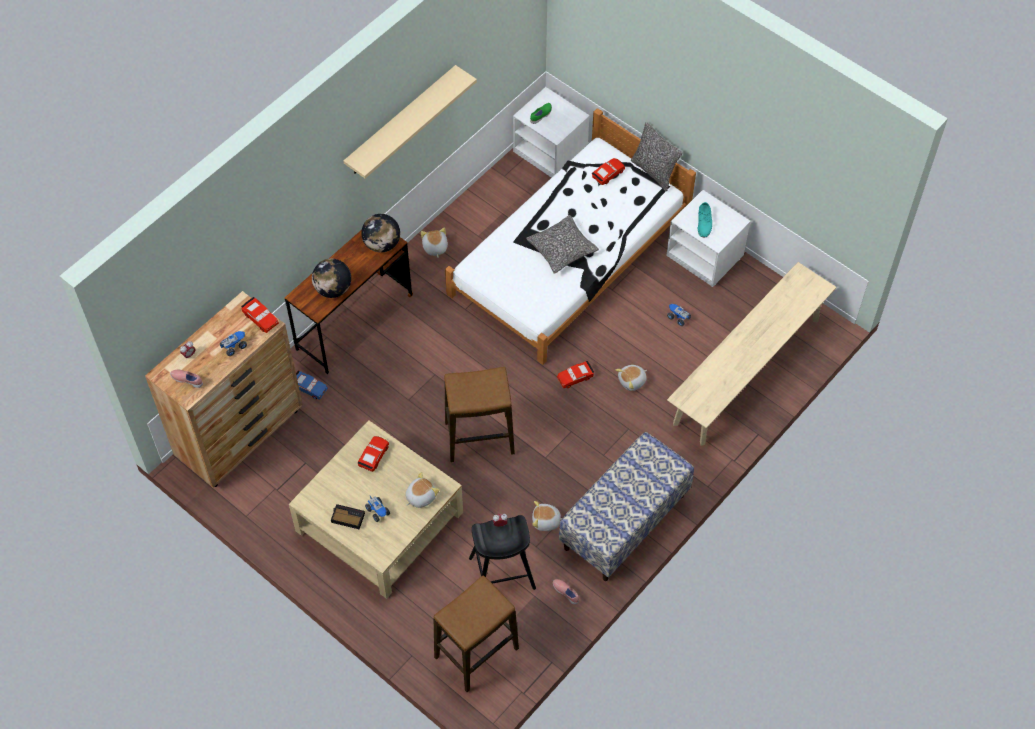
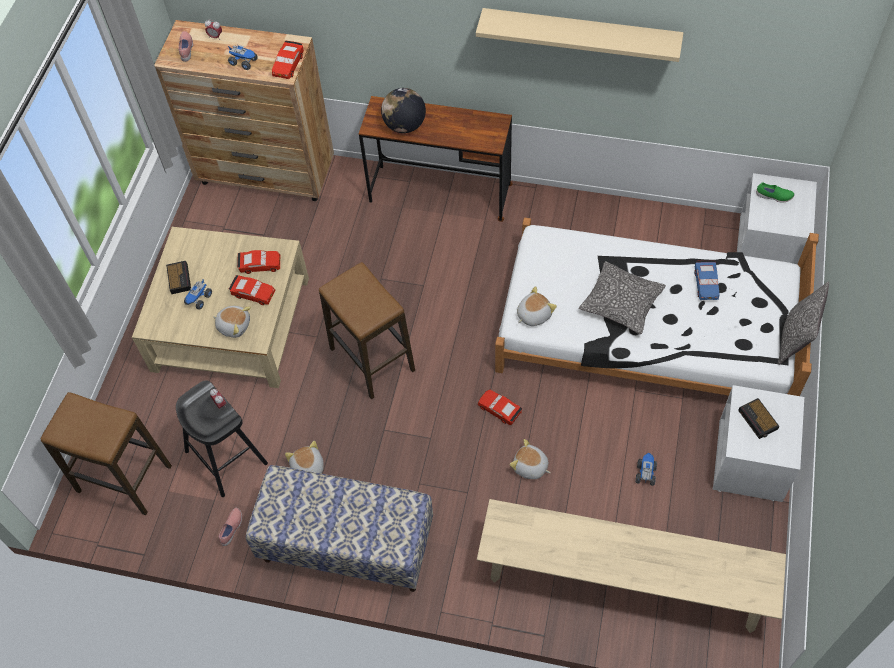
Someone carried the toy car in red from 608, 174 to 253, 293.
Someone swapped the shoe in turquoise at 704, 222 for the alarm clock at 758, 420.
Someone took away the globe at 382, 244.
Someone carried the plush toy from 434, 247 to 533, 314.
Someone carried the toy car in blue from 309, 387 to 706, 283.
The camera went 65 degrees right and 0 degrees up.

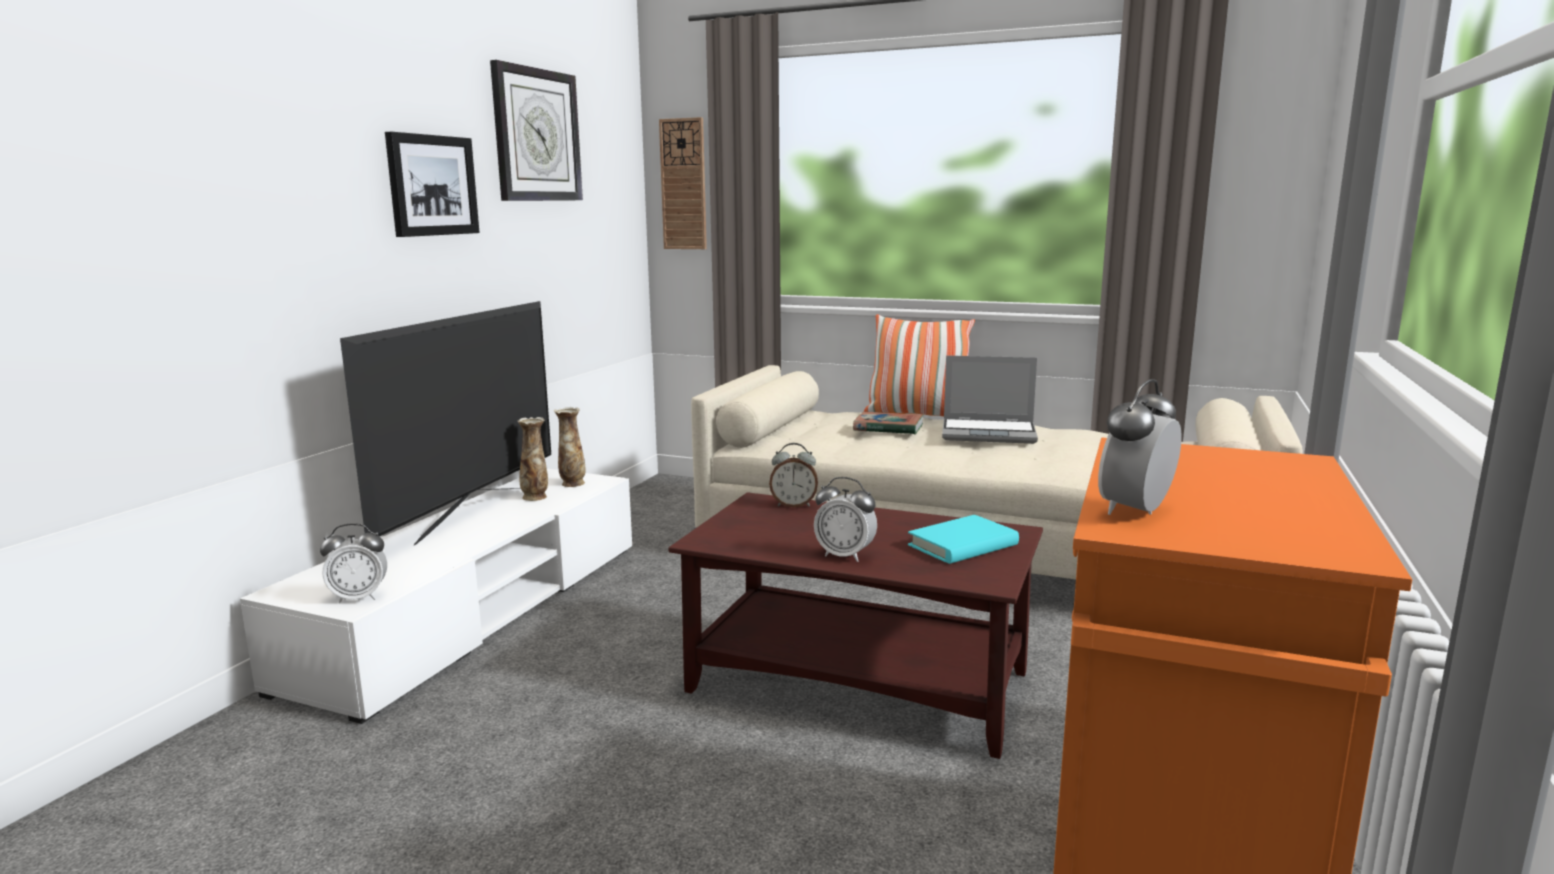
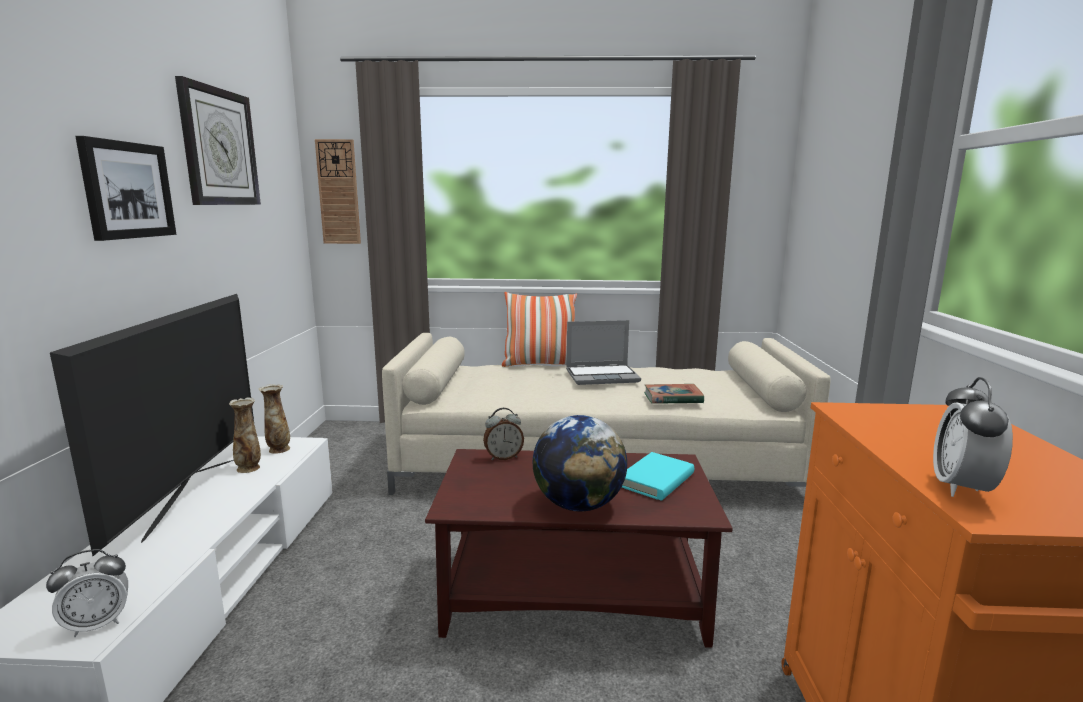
Someone carried the book from 888, 428 to 673, 398.
Someone swapped the alarm clock at 845, 555 for the globe at 578, 505.
The camera went 20 degrees left and 0 degrees up.

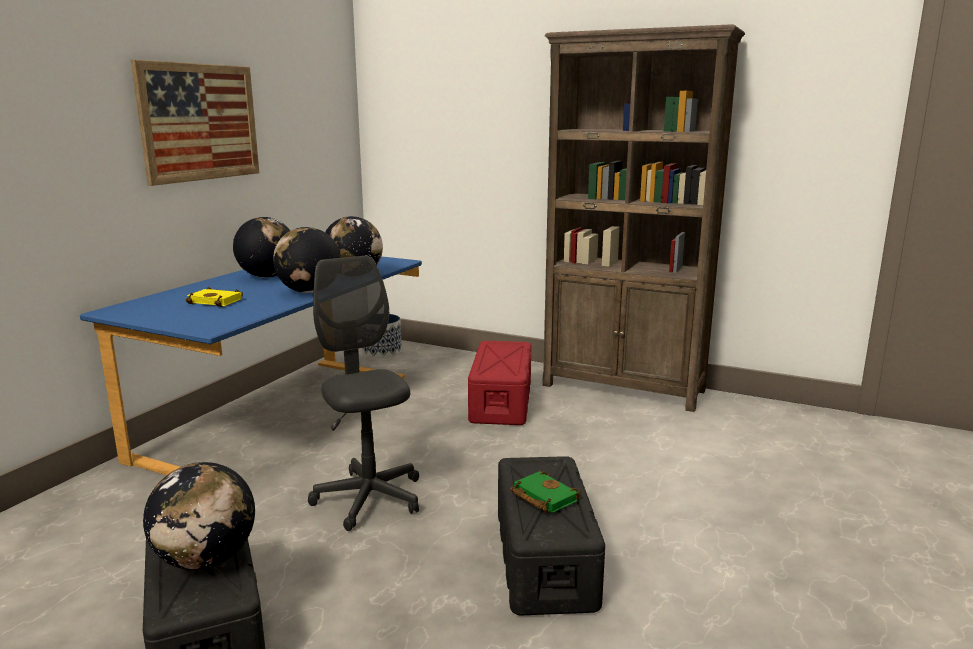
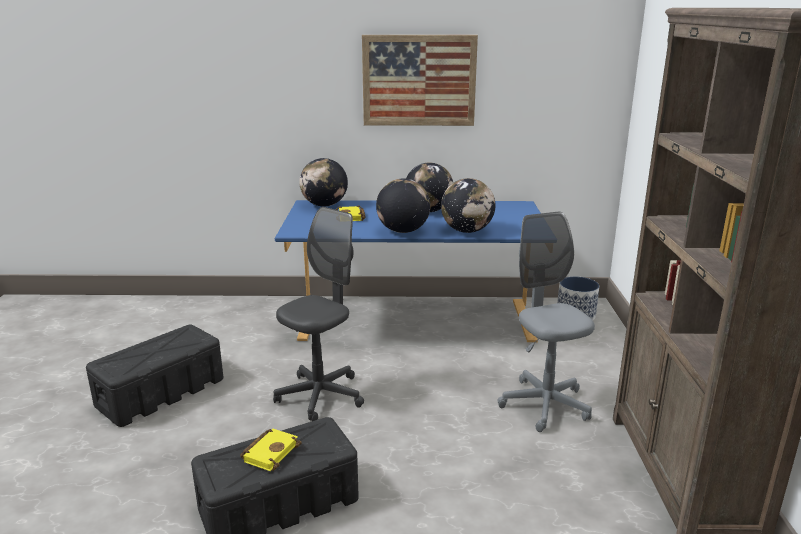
Someone swapped the storage box in red at 501, 401 for the office chair in grey at 544, 405.
Someone carried the globe from 206, 559 to 324, 205.
Someone repainted the book in green at 542, 497, which became the book in yellow at 270, 452.
The camera went 65 degrees right and 5 degrees up.

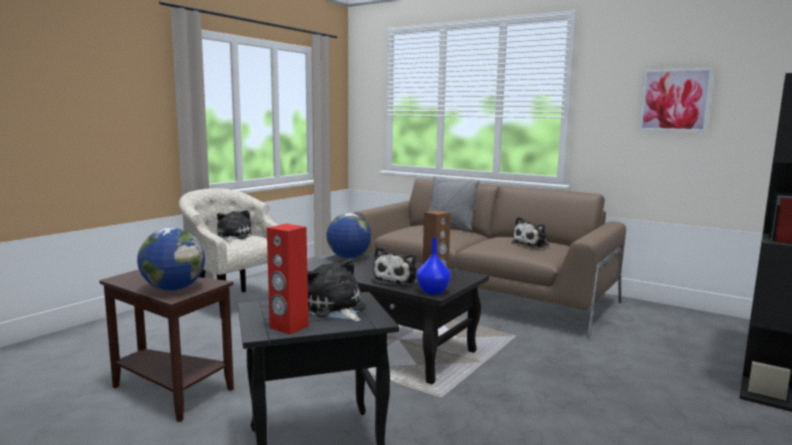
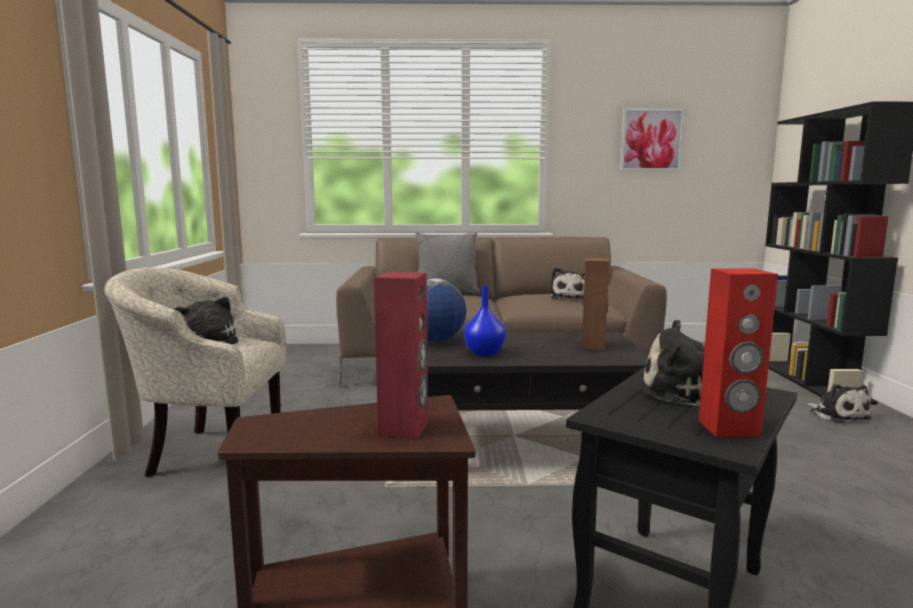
Someone swapped the globe at 173, 289 for the speaker in red at 404, 428.
Someone carried the vase in blue from 433, 291 to 484, 353.
Someone carried the plush toy from 397, 280 to 837, 415.
The camera went 35 degrees left and 0 degrees up.

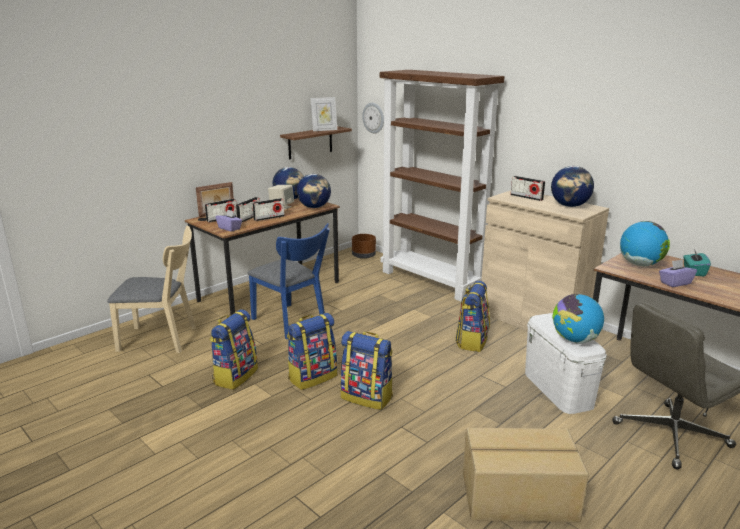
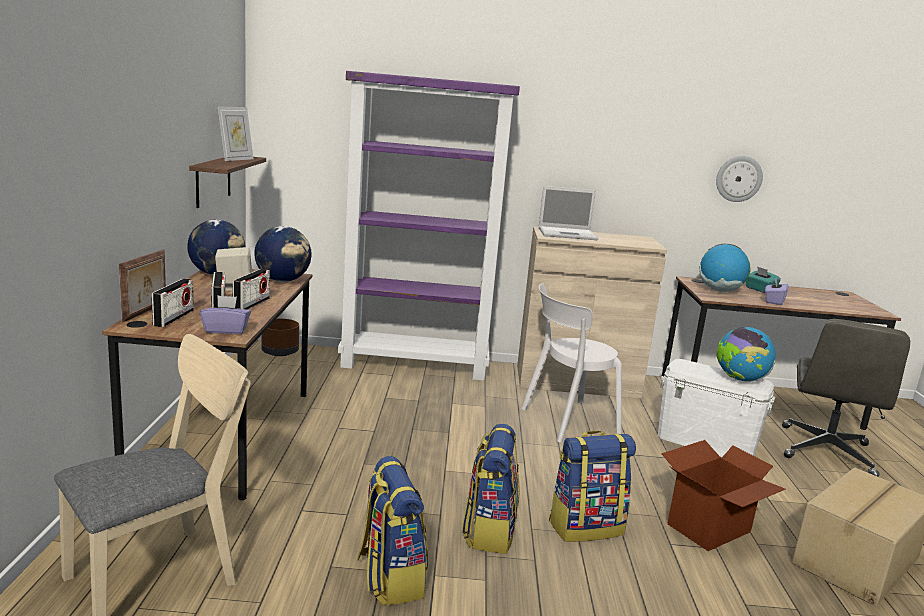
Someone repainted the bookcase in brown at 432, 281, which became the bookcase in purple at 415, 365.
Someone carried the wall clock from 373, 118 to 738, 179.
Someone took away the globe at 570, 206.
Someone swapped the radio at 526, 197 for the laptop at 568, 234.
Someone took away the chair in blue at 292, 322.
Someone swapped the backpack at 472, 341 for the chair in white at 566, 421.
Someone put down the cardboard box at 710, 528.
The camera went 45 degrees left and 5 degrees down.

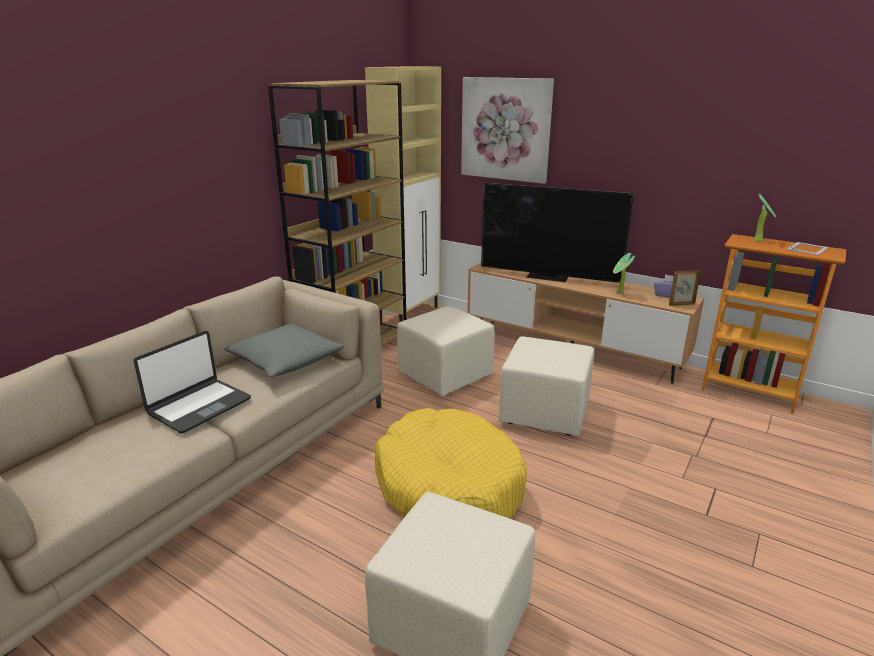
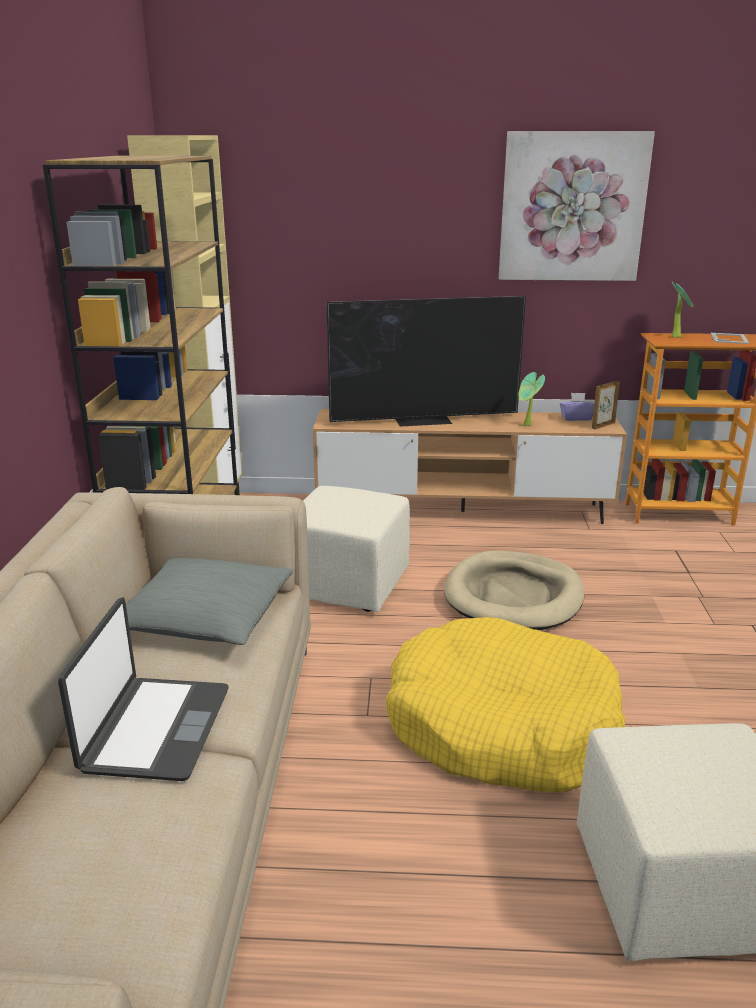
Someone carried the picture from 505, 129 to 572, 207.
Someone swapped the ottoman in beige at 546, 413 for the dog bed in beige at 514, 596.
The camera went 30 degrees left and 0 degrees up.

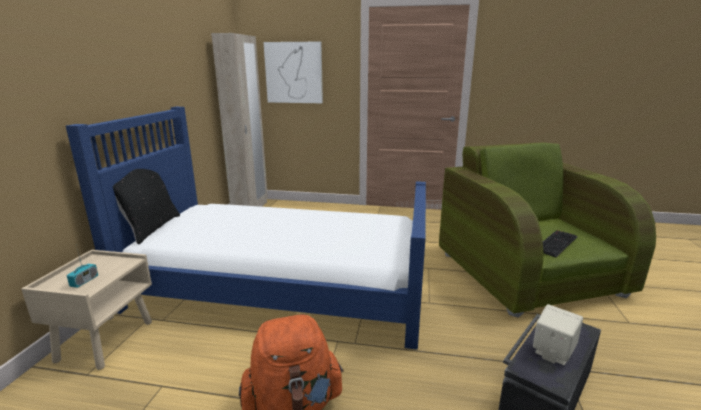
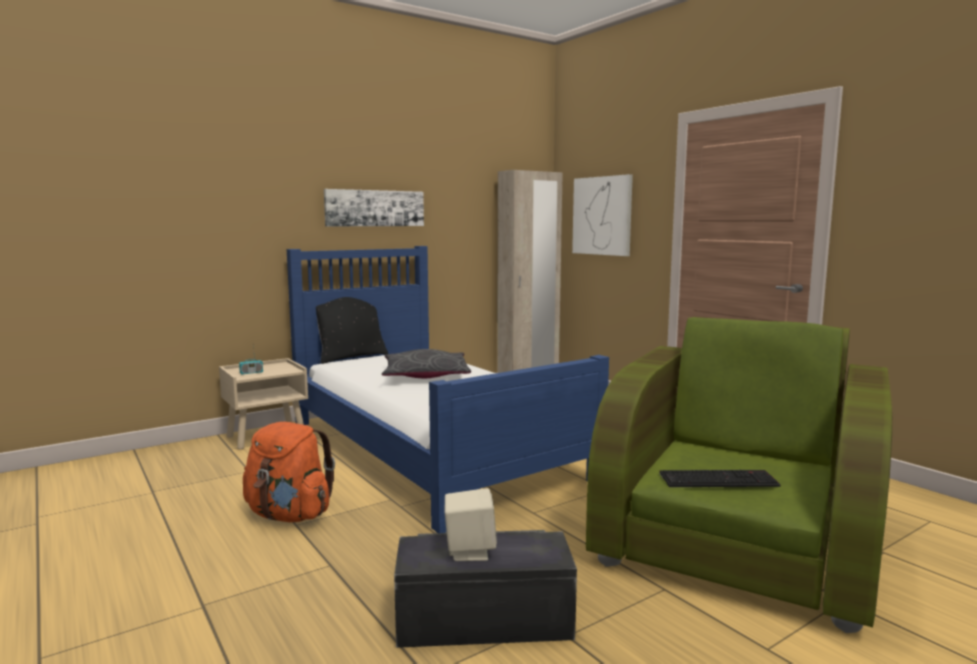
Someone put up the picture at 375, 208.
Someone put down the pillow in grey at 425, 376.
The camera went 45 degrees right and 10 degrees down.

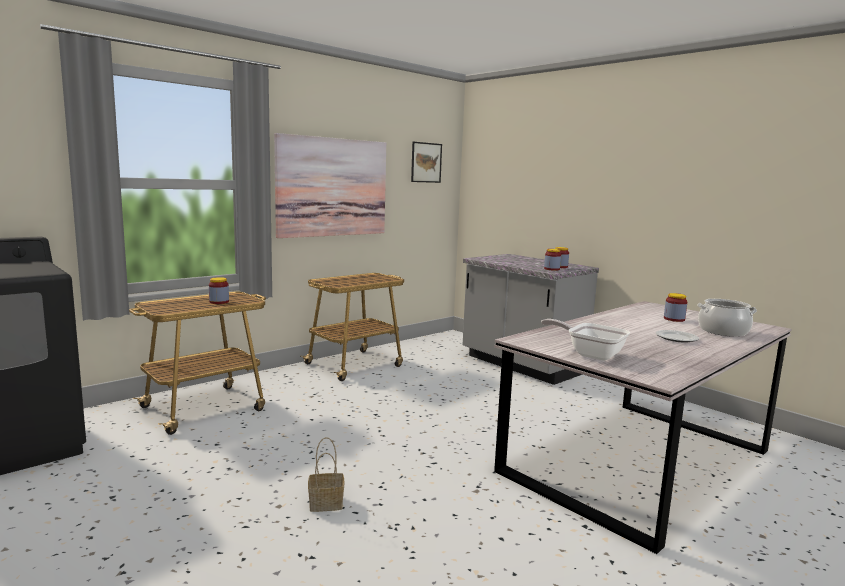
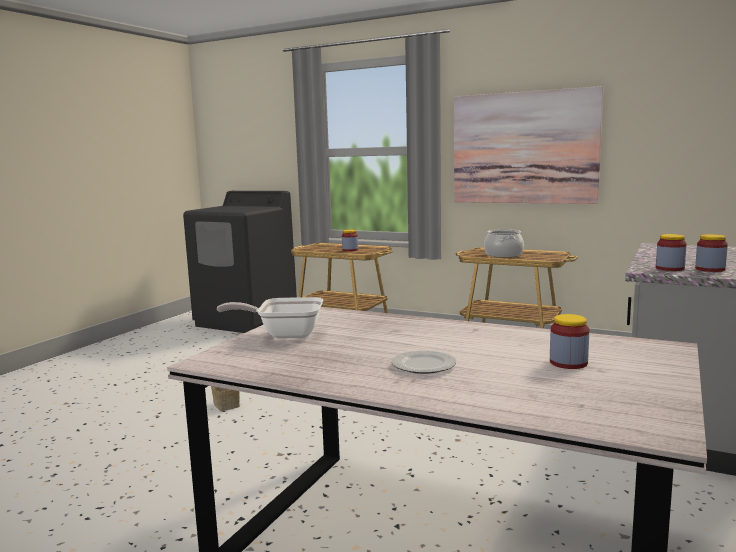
Someone took away the picture at 426, 162.
Someone carried the cooking pot from 723, 331 to 503, 255.
Someone rotated the frying pan at 590, 354 by 105 degrees counterclockwise.
The camera went 70 degrees right and 0 degrees up.

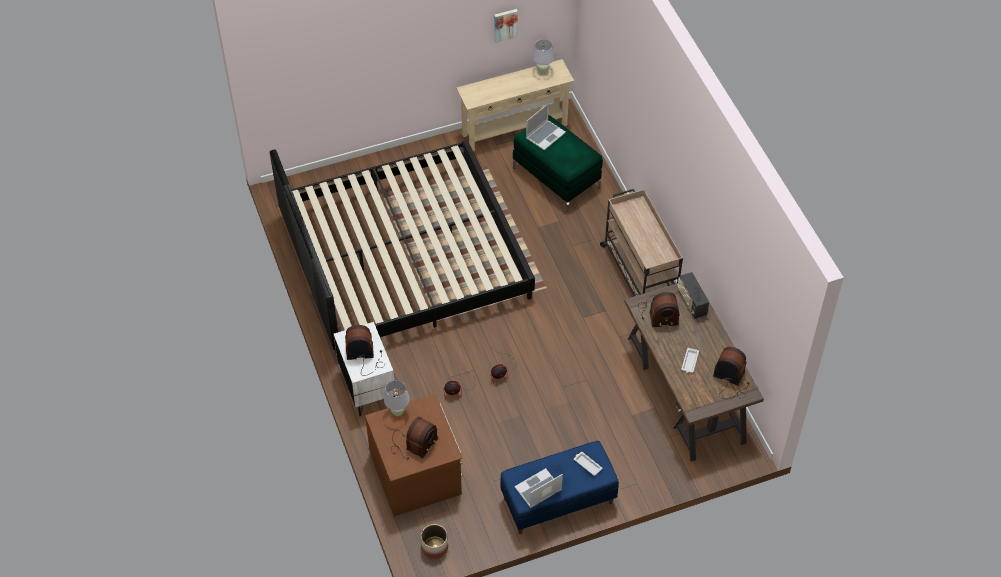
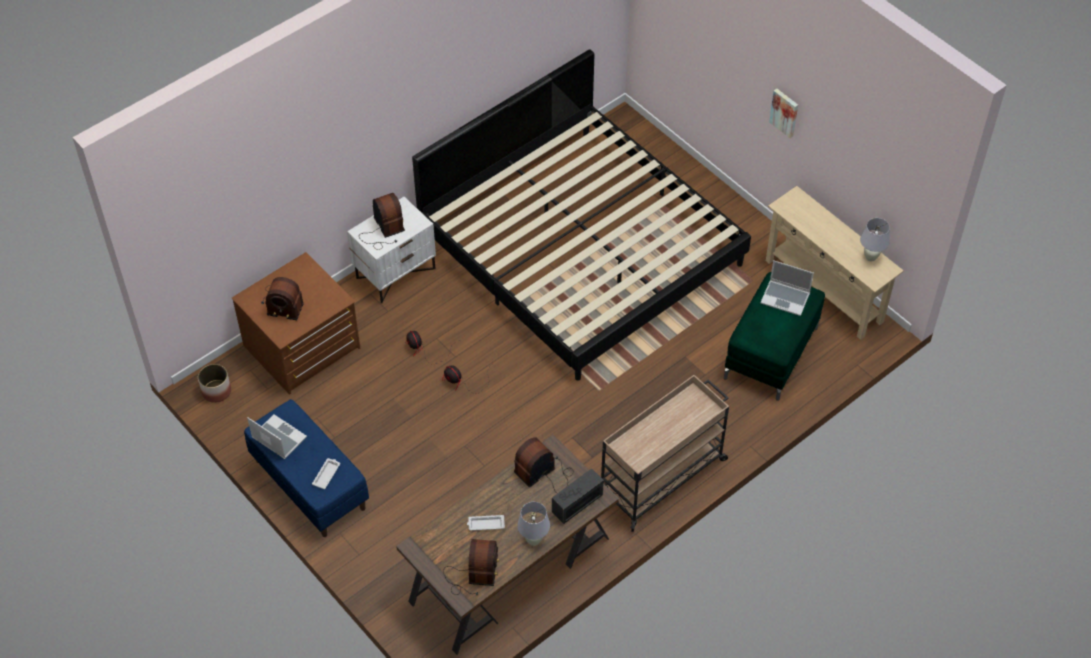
Someone carried the picture from 505, 24 to 785, 112.
Someone rotated the radio at 658, 314 by 75 degrees clockwise.
Someone carried the table lamp in white from 398, 412 to 533, 540.
The camera went 70 degrees right and 0 degrees up.

